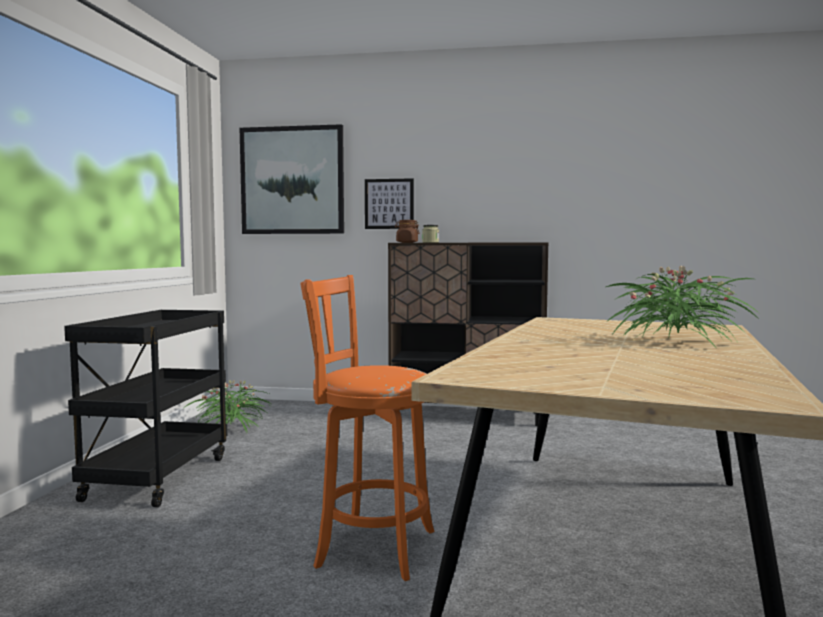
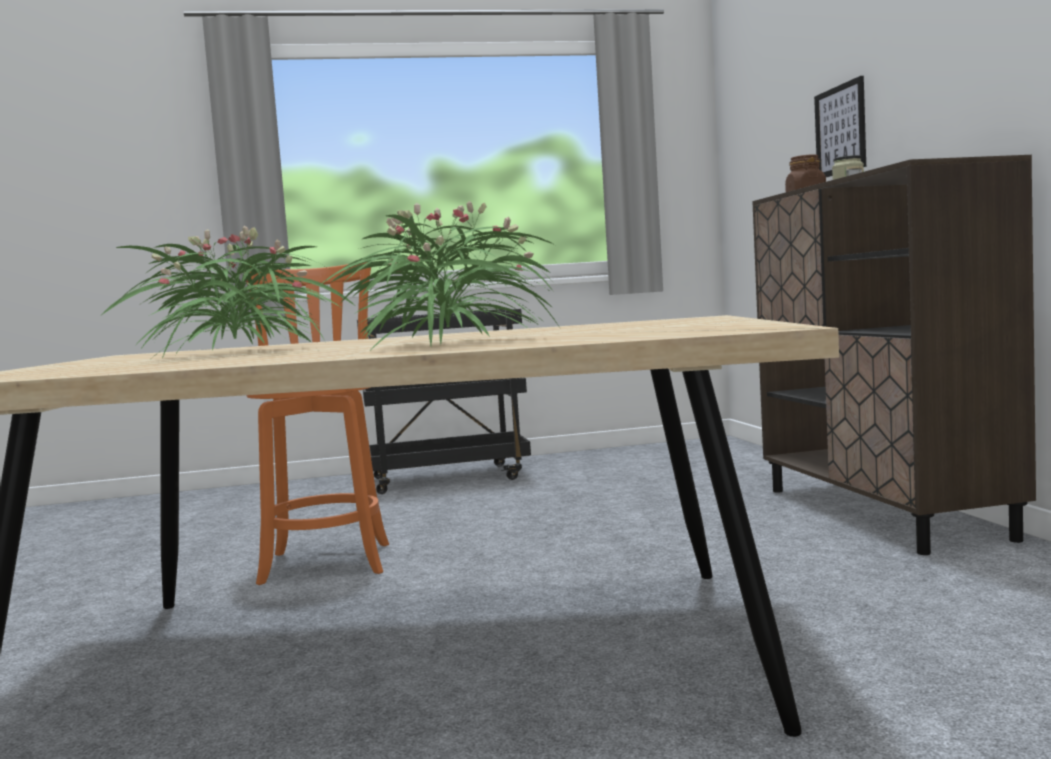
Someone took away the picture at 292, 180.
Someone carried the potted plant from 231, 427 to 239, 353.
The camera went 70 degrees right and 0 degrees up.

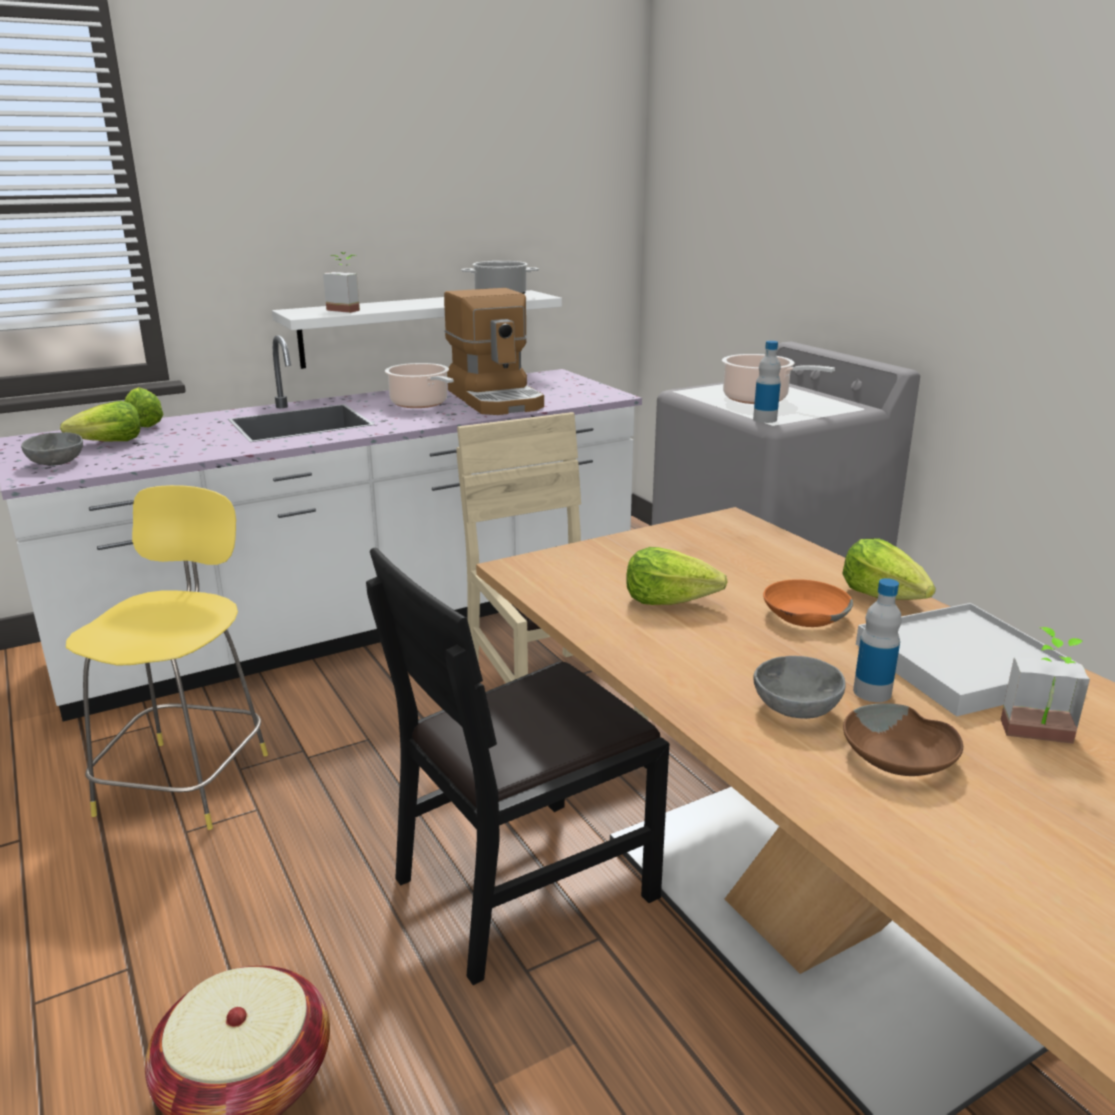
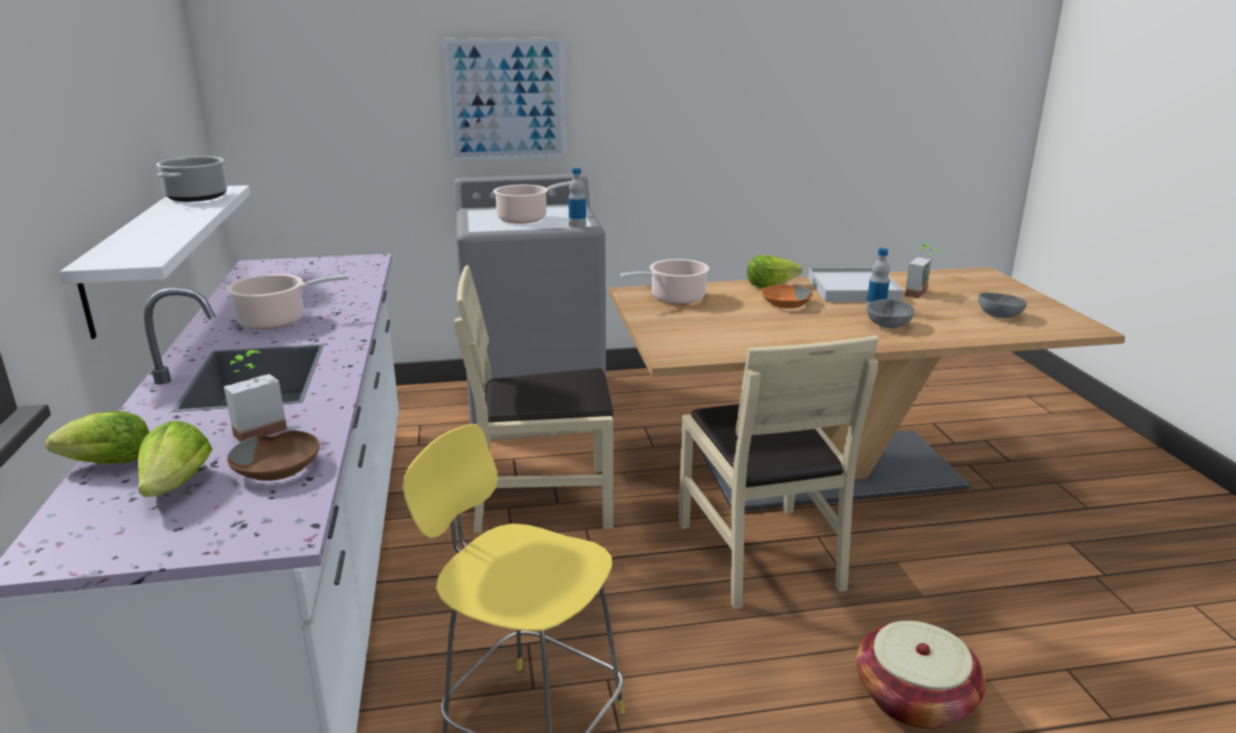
Someone carried the potted plant from 347, 309 to 256, 429.
Someone took away the coffee machine at 497, 399.
Someone carried the bowl in grey from 58, 463 to 999, 315.
Someone took away the lettuce at 669, 600.
Someone repainted the chair in black at 524, 884, which became the chair in beige at 760, 554.
Someone carried the bowl in brown from 900, 757 to 279, 468.
Someone put up the picture at 506, 100.
Someone put down the cooking pot at 674, 298.
The camera went 70 degrees left and 0 degrees up.

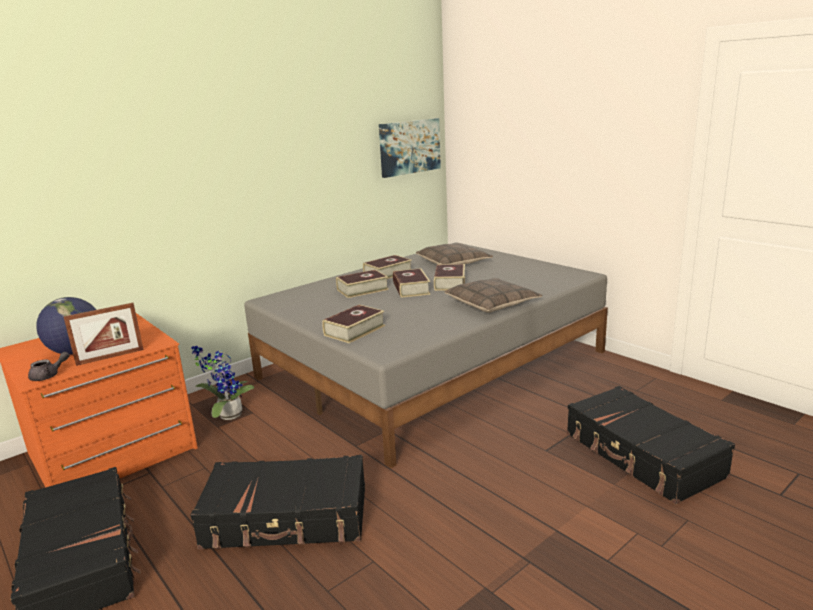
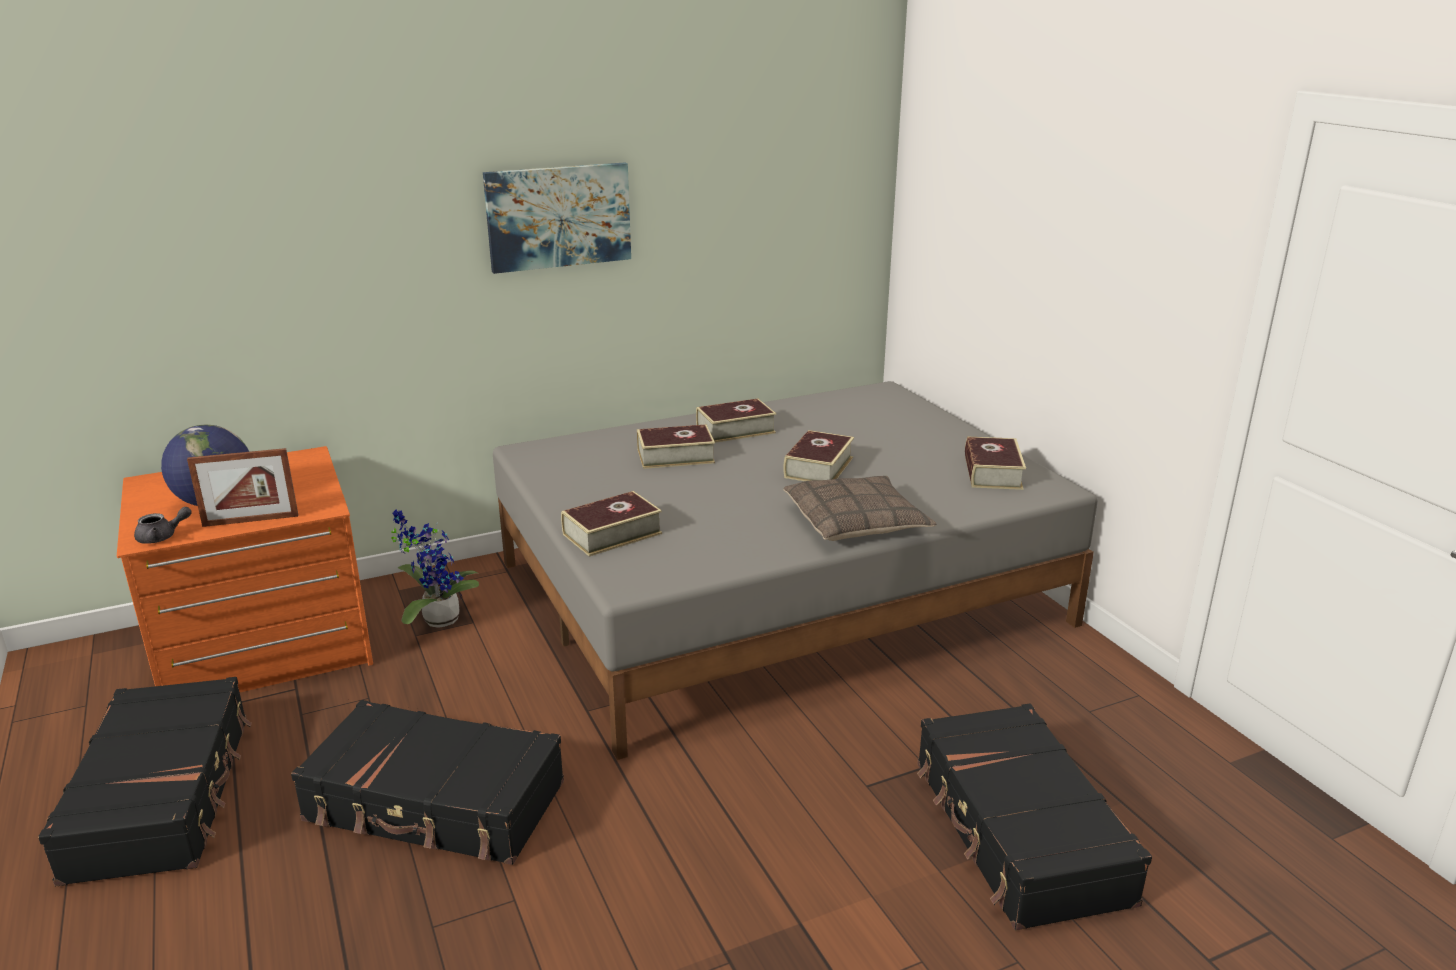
Someone carried the picture from 409, 147 to 558, 216.
Someone took away the pillow at 453, 262.
Someone carried the book from 411, 289 to 992, 473.
The camera went 15 degrees right and 5 degrees up.

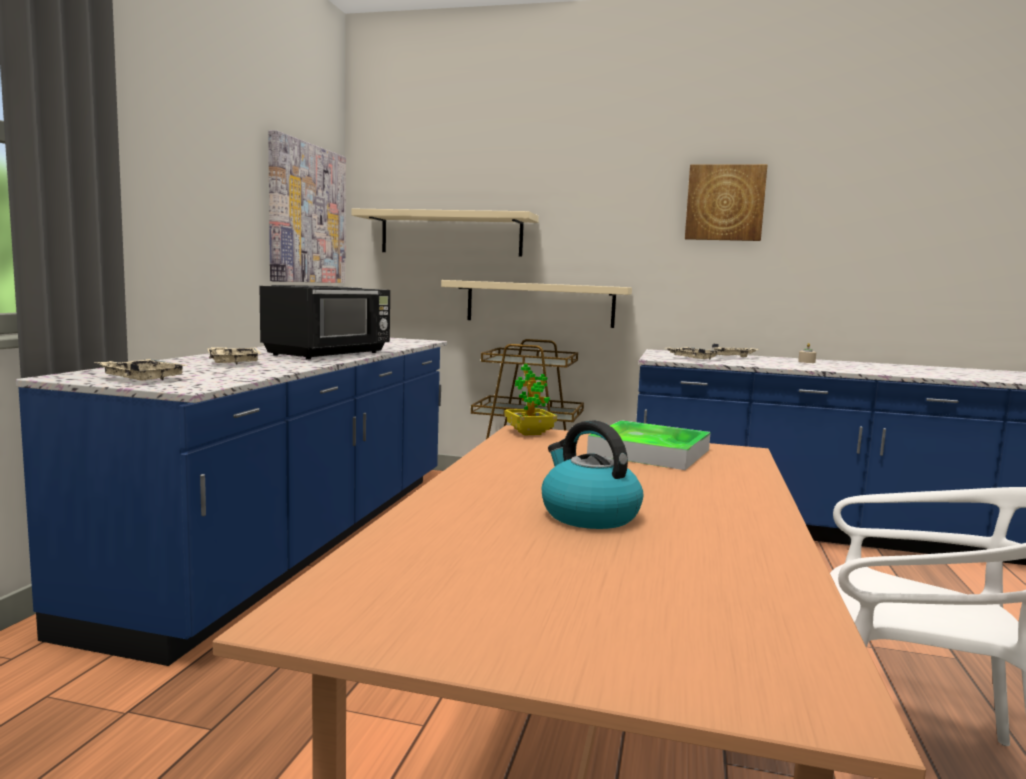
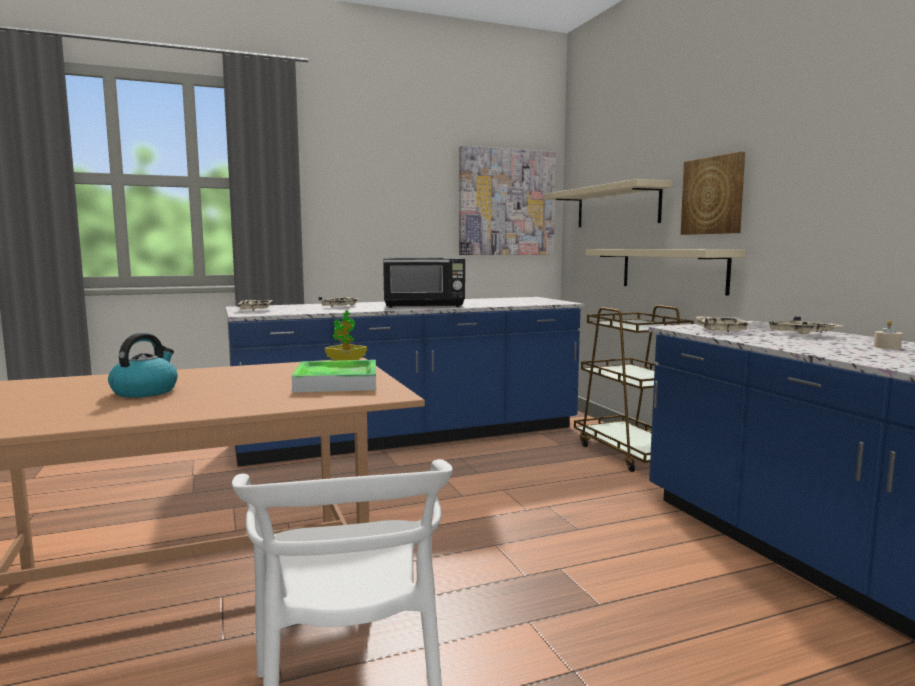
Someone carried the picture from 724, 203 to 713, 195.
The camera went 55 degrees right and 0 degrees up.

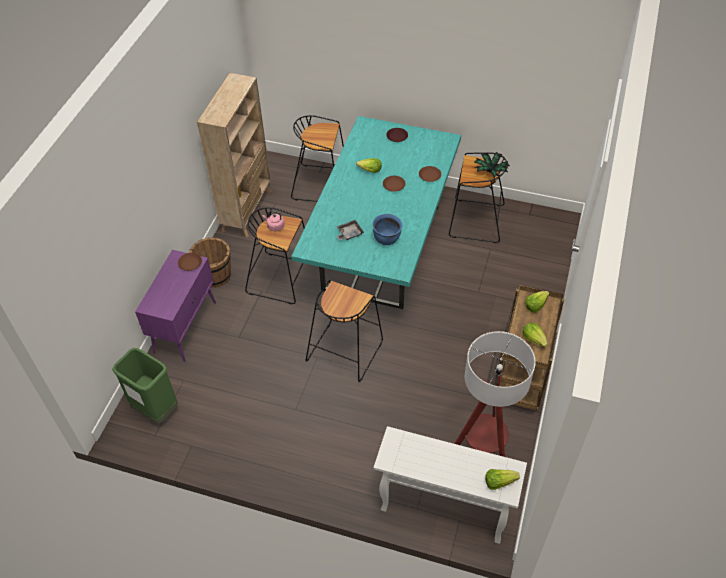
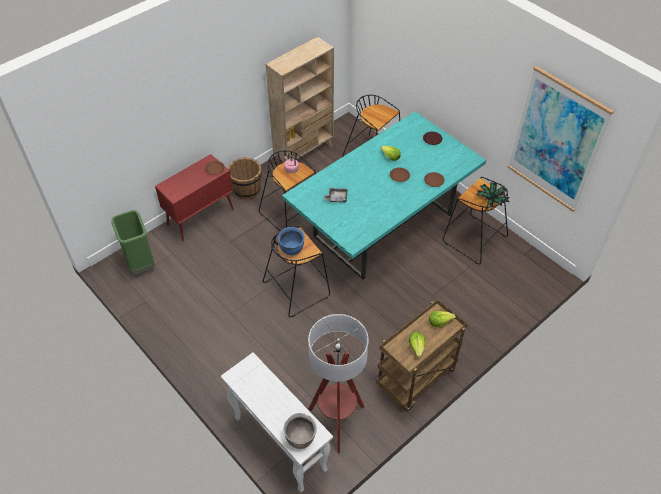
Someone carried the cooking pot in blue from 387, 239 to 292, 249.
Someone repainted the cabinet in purple at 186, 327, which became the cabinet in red at 201, 217.
Someone swapped the lettuce at 499, 482 for the cooking pot in brown at 300, 438.
Someone put up the picture at 556, 141.
The camera went 30 degrees right and 0 degrees up.

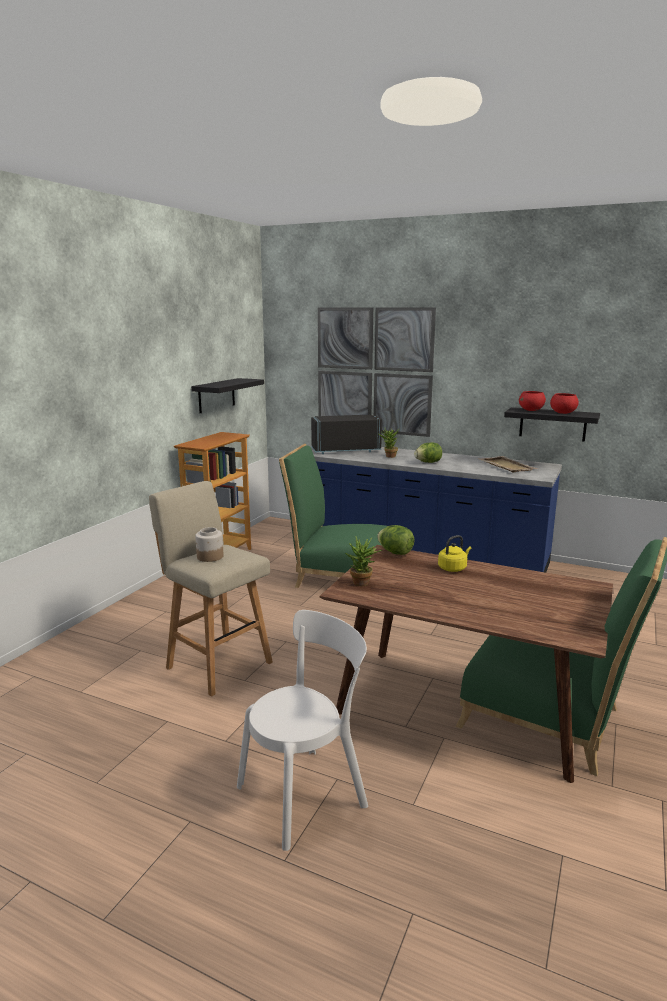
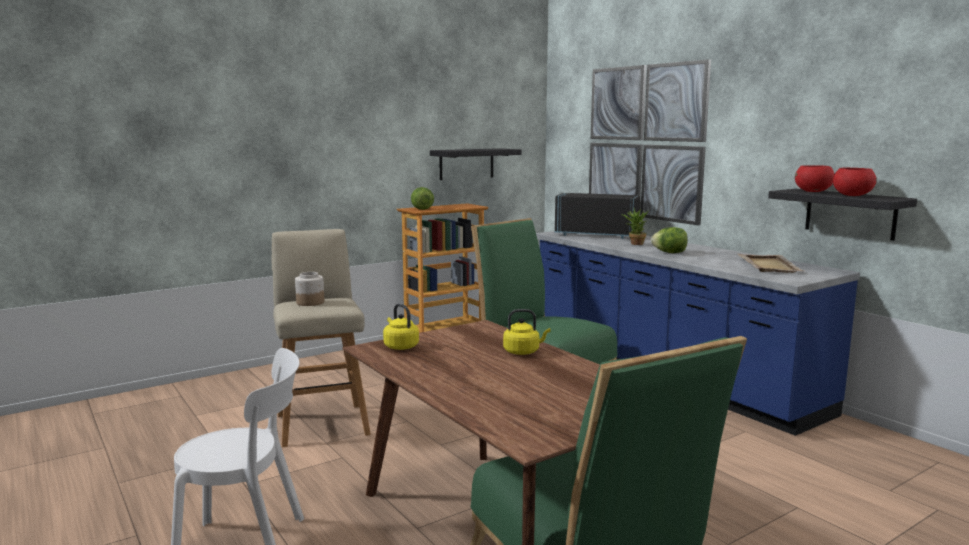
Someone carried the lettuce from 395, 552 to 421, 209.
Someone swapped the potted plant at 362, 584 for the kettle in yellow at 400, 346.
The camera went 30 degrees right and 5 degrees down.

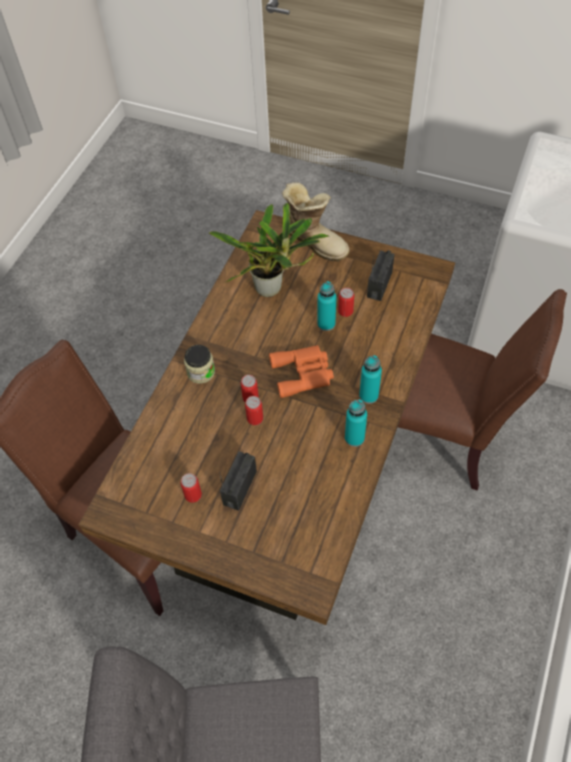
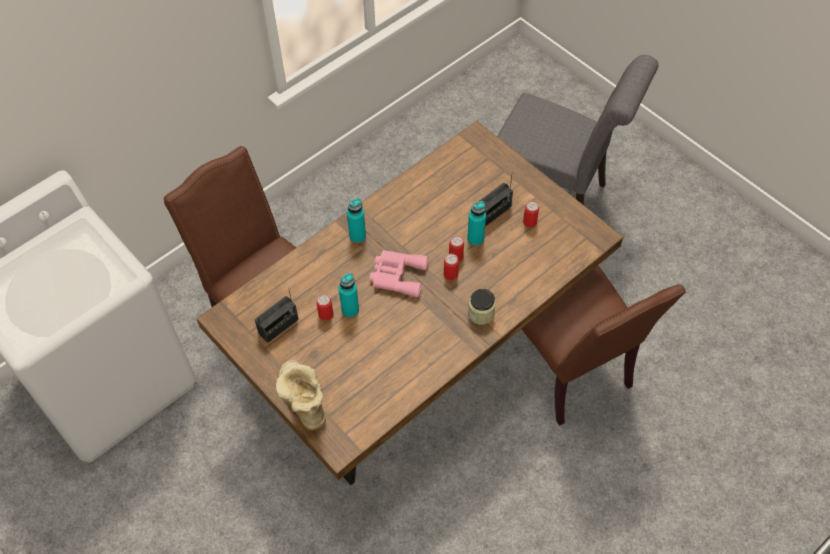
Someone took away the potted plant at 272, 289.
Someone repainted the binoculars in orange at 303, 373, which became the binoculars in pink at 397, 275.
Someone carried the bottle in turquoise from 354, 438 to 475, 239.
The camera went 155 degrees left and 0 degrees up.

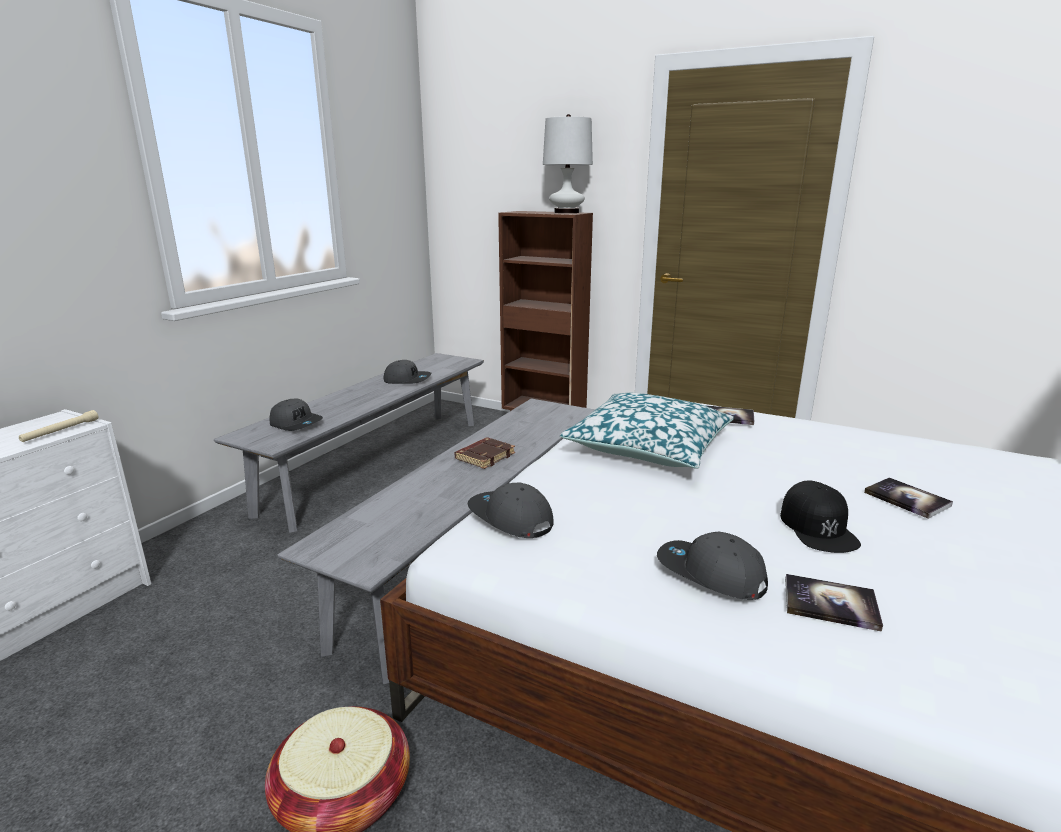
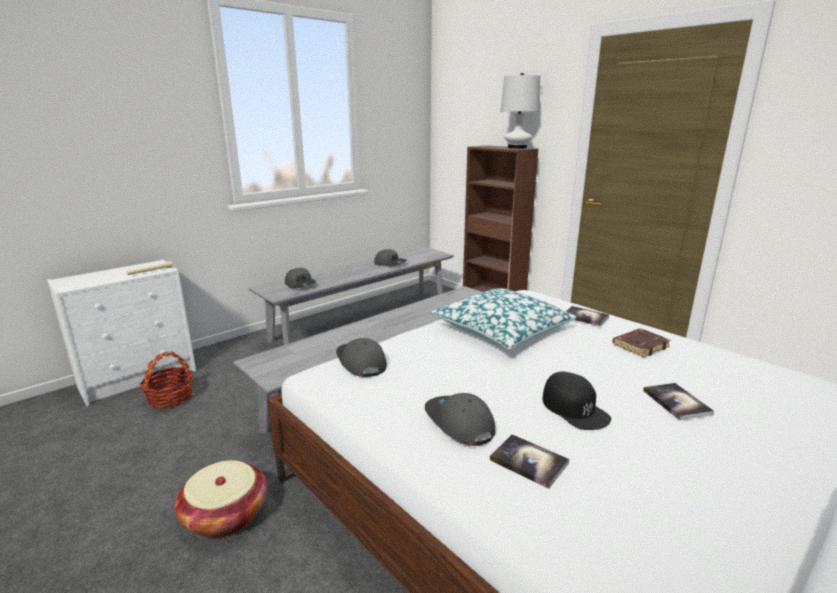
Someone carried the book in brown from 485, 456 to 640, 345.
Someone rotated the cap in black at 818, 527 by 45 degrees counterclockwise.
Someone put down the basket at 170, 398.
The camera went 20 degrees right and 0 degrees up.

